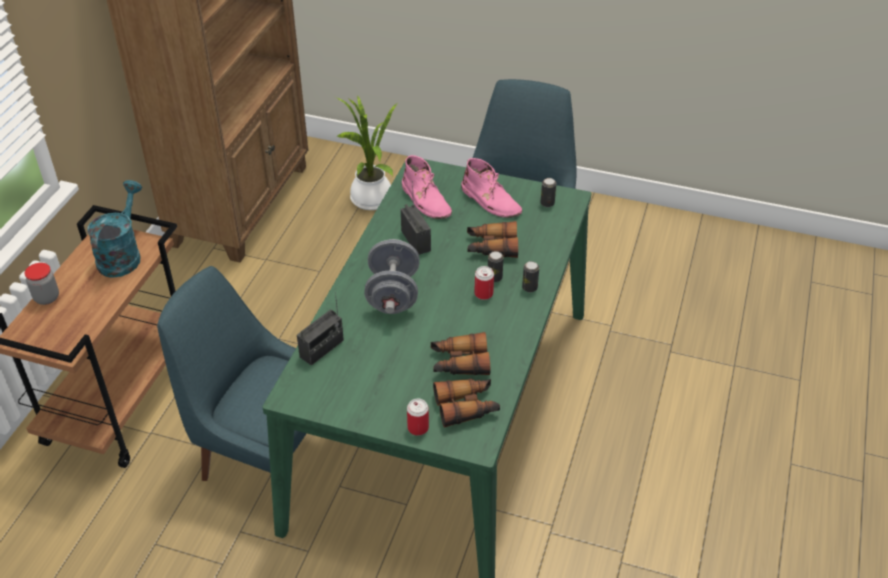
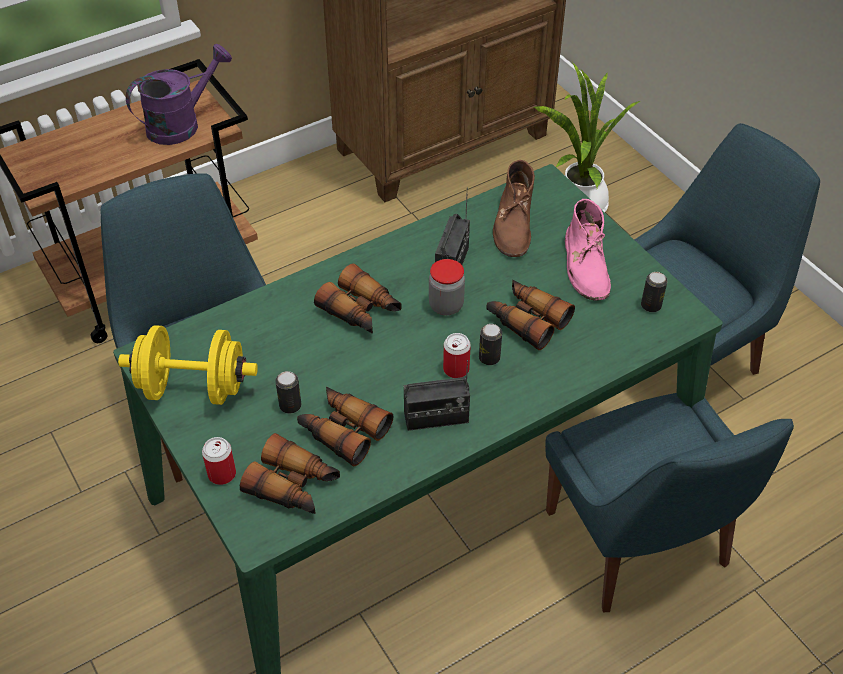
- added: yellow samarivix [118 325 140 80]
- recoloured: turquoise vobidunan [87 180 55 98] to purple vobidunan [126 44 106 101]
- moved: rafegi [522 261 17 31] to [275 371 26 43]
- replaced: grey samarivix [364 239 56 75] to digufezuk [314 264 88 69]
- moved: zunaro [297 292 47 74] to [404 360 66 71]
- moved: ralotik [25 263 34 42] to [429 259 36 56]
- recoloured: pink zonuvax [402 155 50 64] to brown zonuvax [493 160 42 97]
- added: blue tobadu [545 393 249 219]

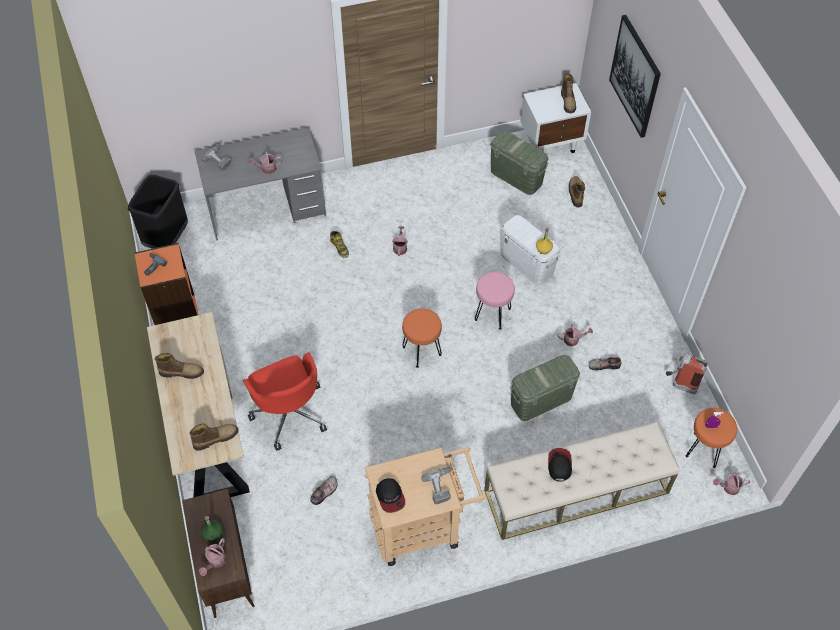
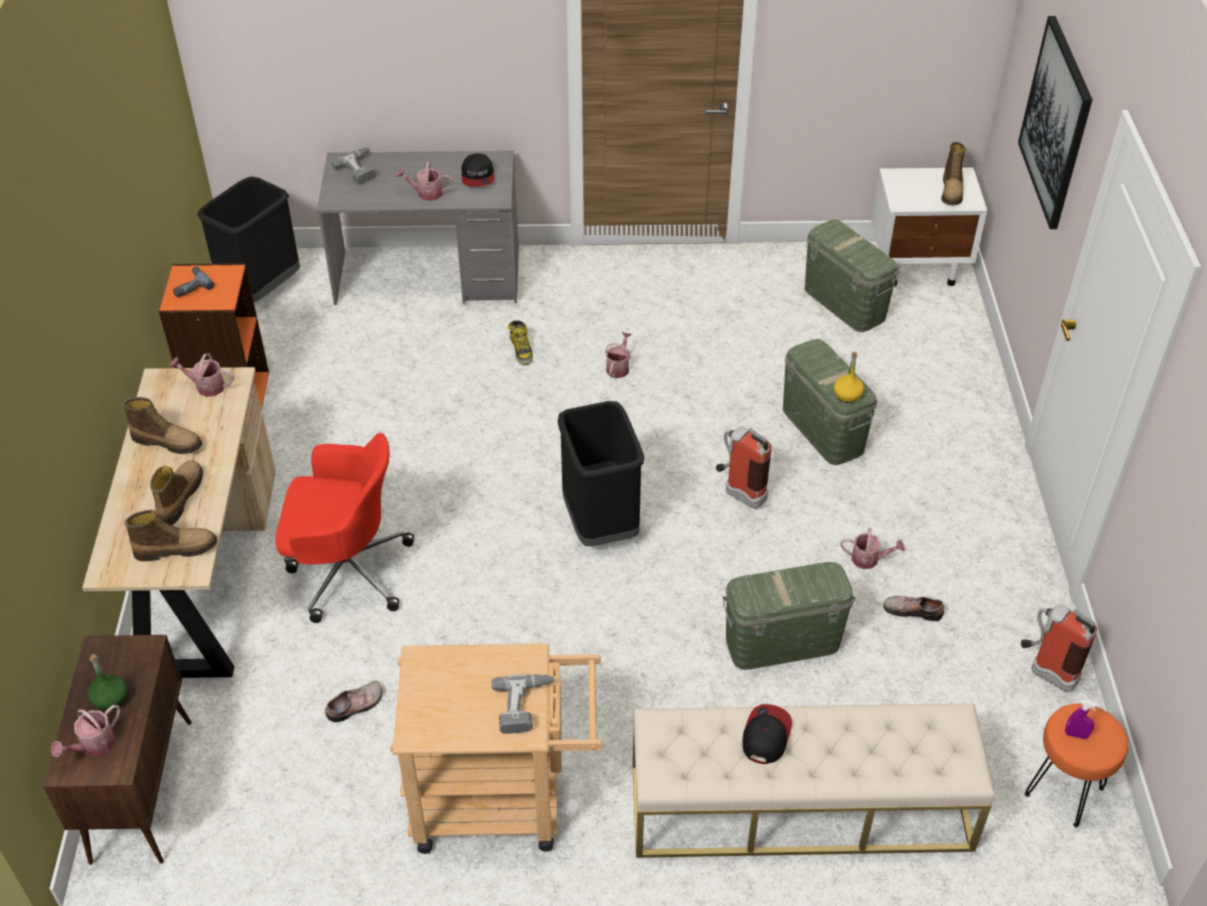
- moved: zonuvax [569 176 16 32] to [150 460 53 65]
- moved: vobidunan [713 472 37 23] to [170 353 64 44]
- turned: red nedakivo [243 352 84 99] = [275 433 139 190] 75 degrees counterclockwise
- moved: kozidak [376 478 29 35] to [461 154 33 32]
- replaced: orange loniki [402 308 40 60] to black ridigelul [558 401 86 146]
- replaced: pink loniki [475 272 40 58] to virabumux [716 426 56 83]
- recoloured: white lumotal [501 215 59 70] to green lumotal [783 339 94 126]

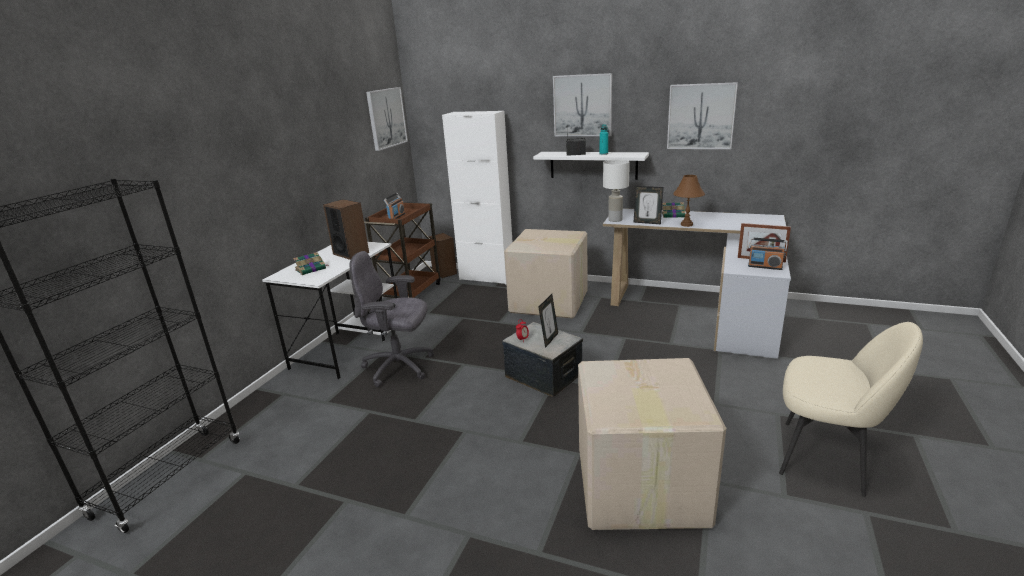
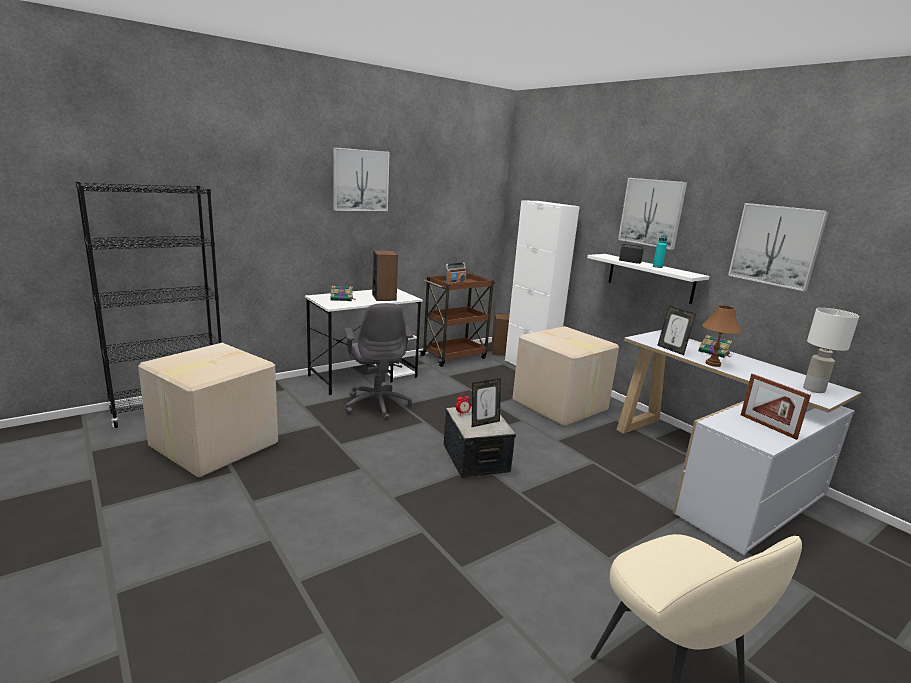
- moved: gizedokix [578 358 148 172] to [138 343 140 135]
- moved: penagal [366 87 42 64] to [333 147 56 64]
- turned: grey nedakivo [349 251 85 136] = [344 303 69 117] 150 degrees counterclockwise
- moved: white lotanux [603 159 27 63] to [803 308 56 85]
- removed: zunaro [748 237 40 33]

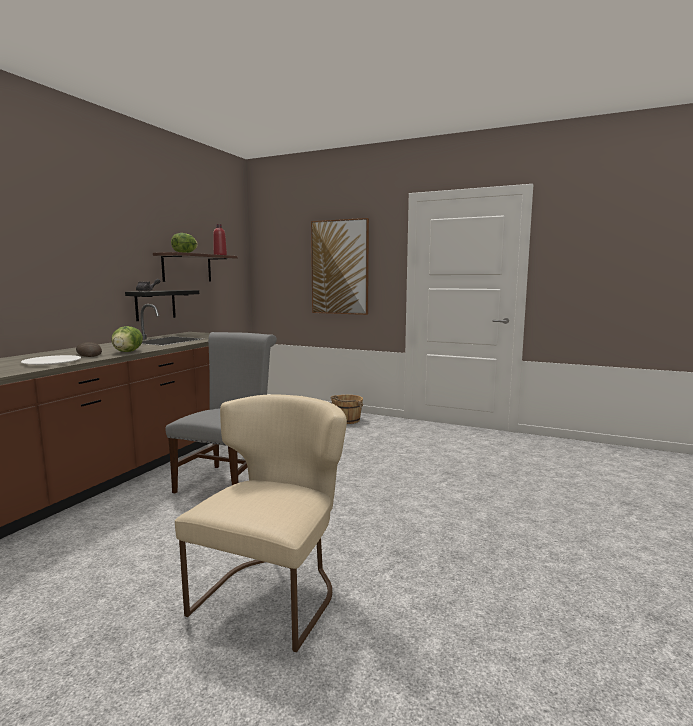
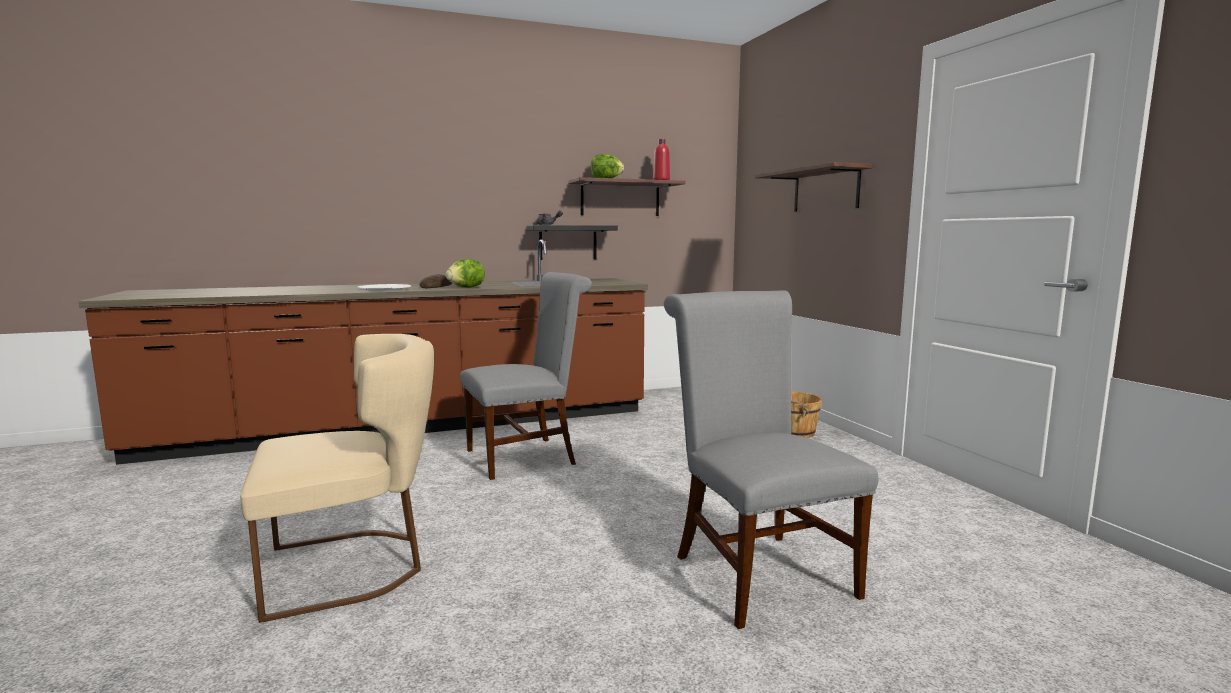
- added: grey tobadu [664 290 214 339]
- replaced: penagal [311 218 58 97] to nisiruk [755 162 118 50]

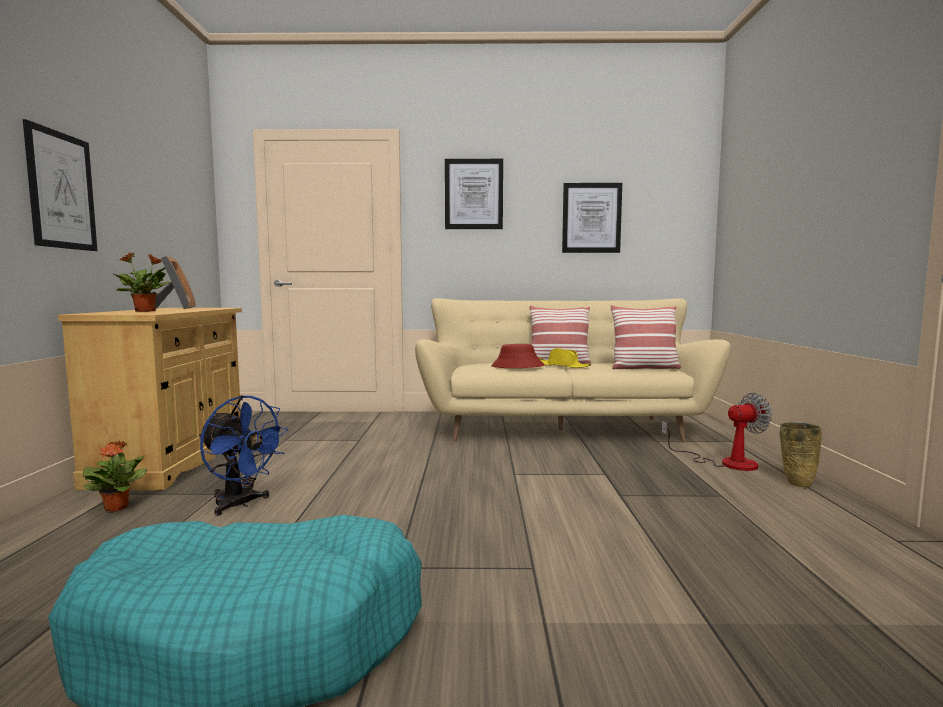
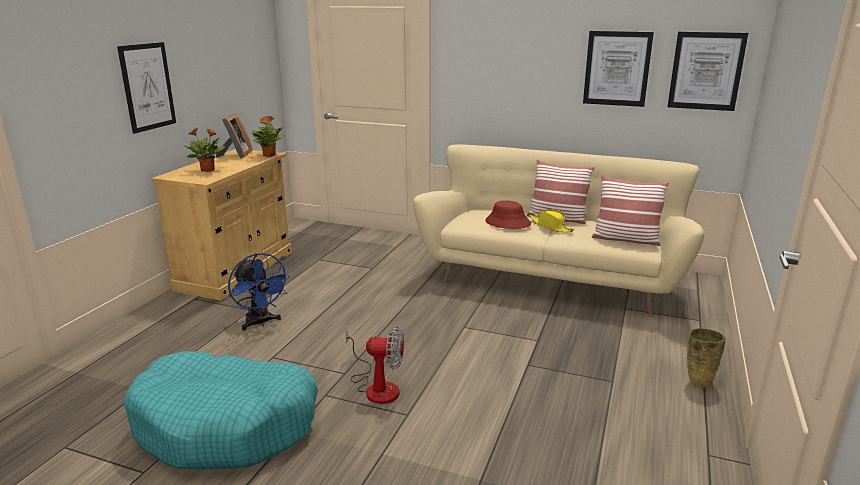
- moved: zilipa [83 440 64 72] to [252 116 32 41]
- moved: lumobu [662 393 110 78] to [345 326 59 78]
- moved: penagal [445 159 58 70] to [668 32 80 79]

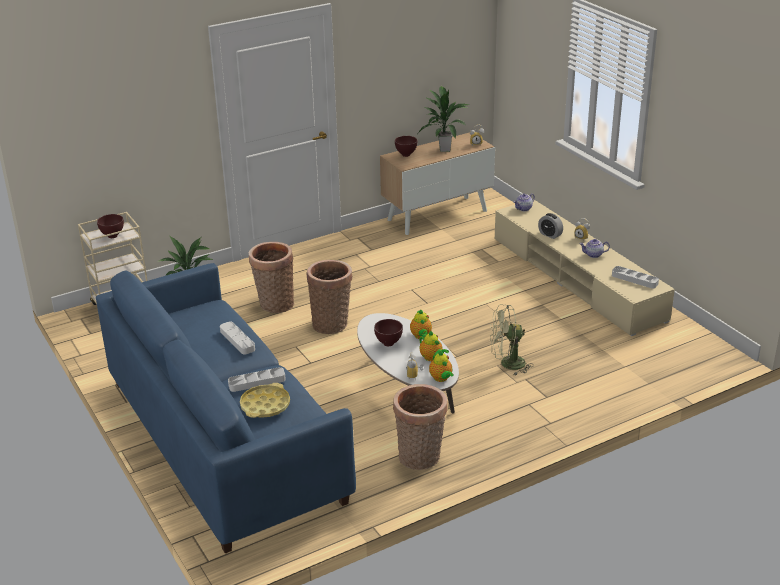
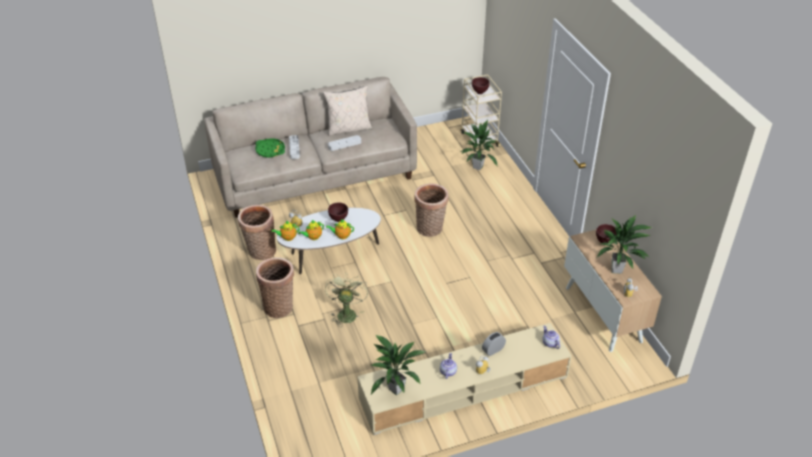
- recoloured: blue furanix [96 263 260 291] to beige furanix [205 77 212 141]
- recoloured: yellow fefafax [240 383 50 35] to green fefafax [255 138 30 20]
- moved: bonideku [249 242 45 71] to [256 257 38 61]
- added: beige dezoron [323 86 49 50]
- replaced: grey fefafax [612 266 47 23] to zilipa [371 334 55 61]

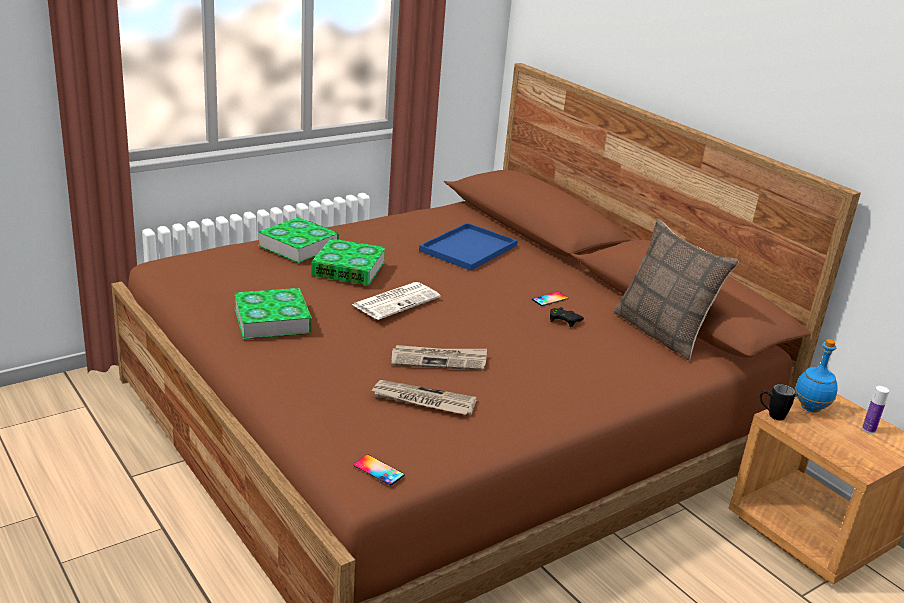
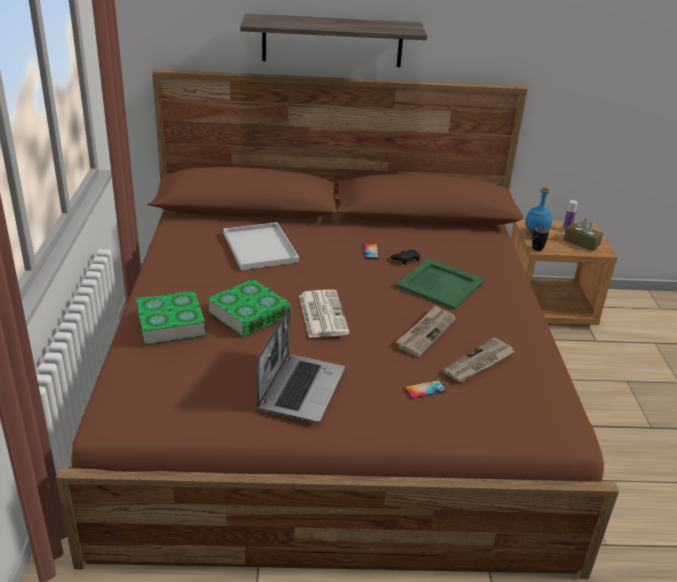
- recoloured: blue fefafax [419 223 99 48] to white fefafax [223 222 76 48]
- added: nisiruk [240 14 187 53]
- replaced: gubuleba [234 288 78 51] to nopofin [257 307 88 115]
- added: green fefafax [395 258 90 52]
- moved: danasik [353 454 52 31] to [405 380 41 18]
- added: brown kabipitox [564 219 39 32]
- removed: dezoron [614 219 125 142]

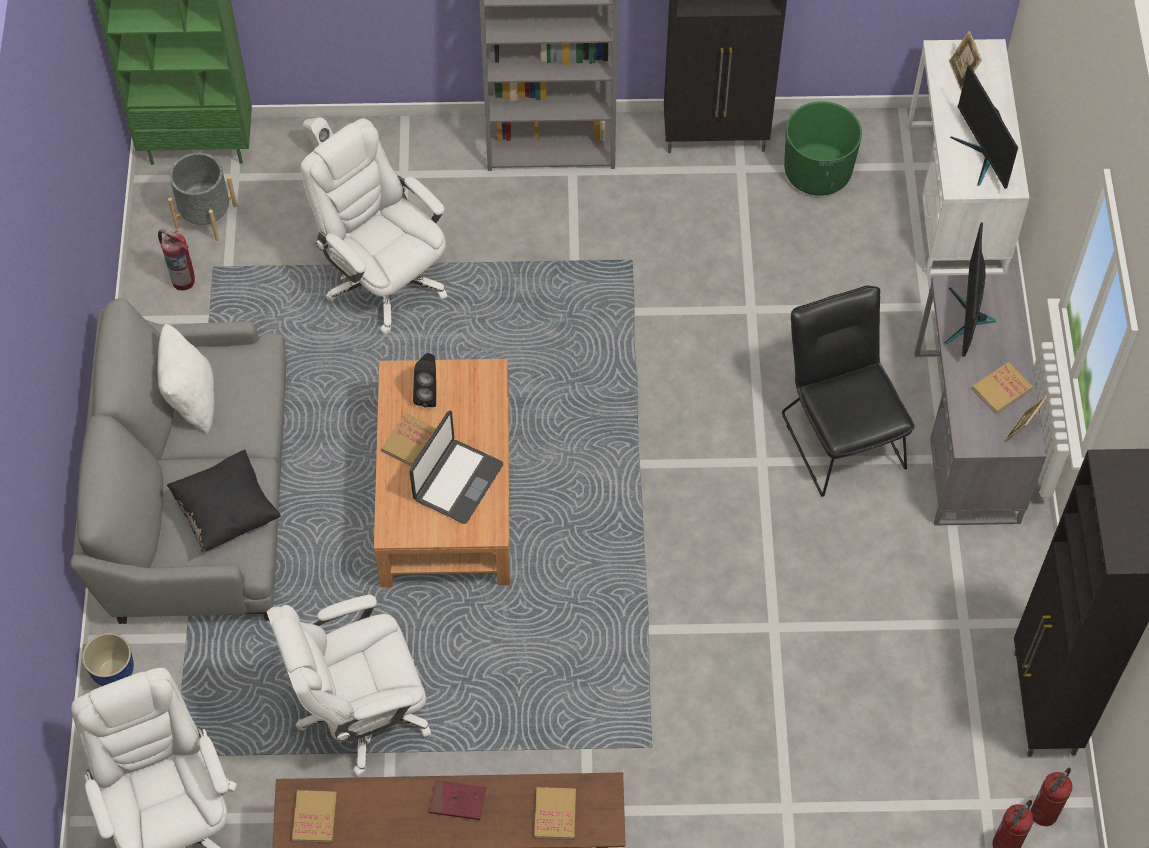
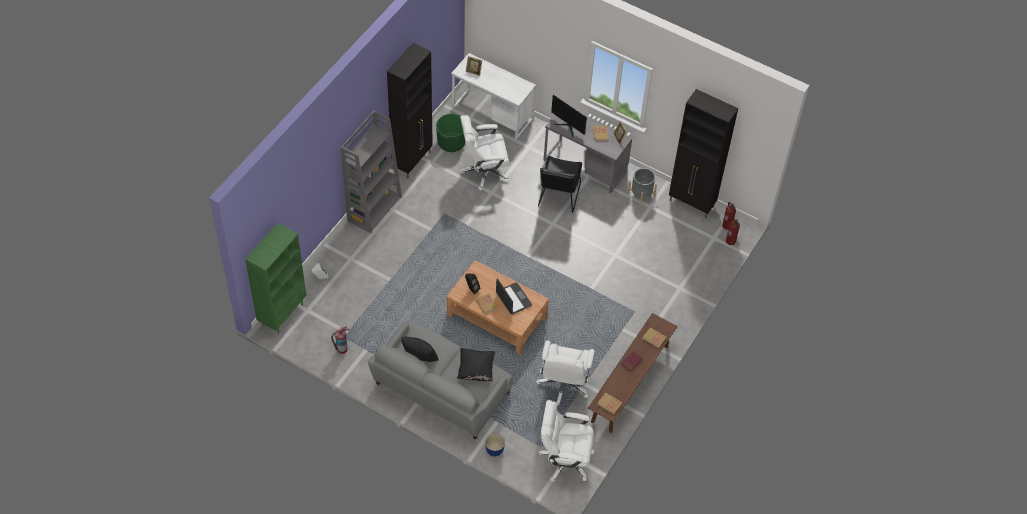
- recoloured: white dezoron [157 324 58 110] to black dezoron [401 337 38 25]
- moved: white nedakivo [301 118 146 217] to [460 115 49 75]
- turned: black tobadu [782 285 132 212] = [538 156 44 57] 90 degrees counterclockwise
- moved: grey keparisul [168 152 69 89] to [628 168 29 38]
- removed: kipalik [950 65 68 124]

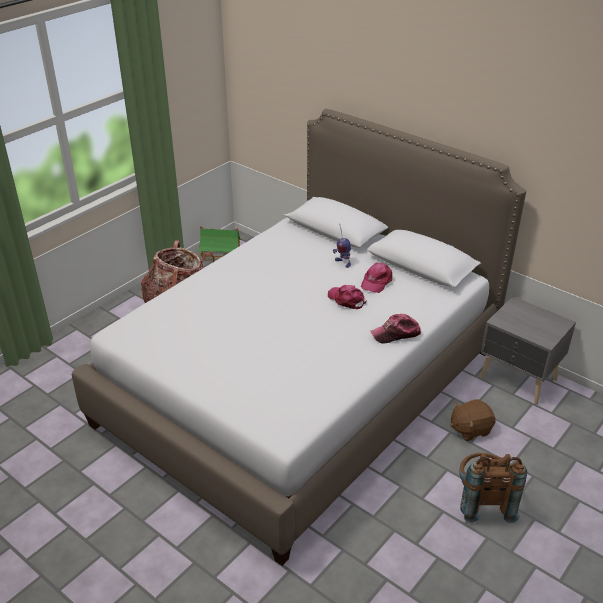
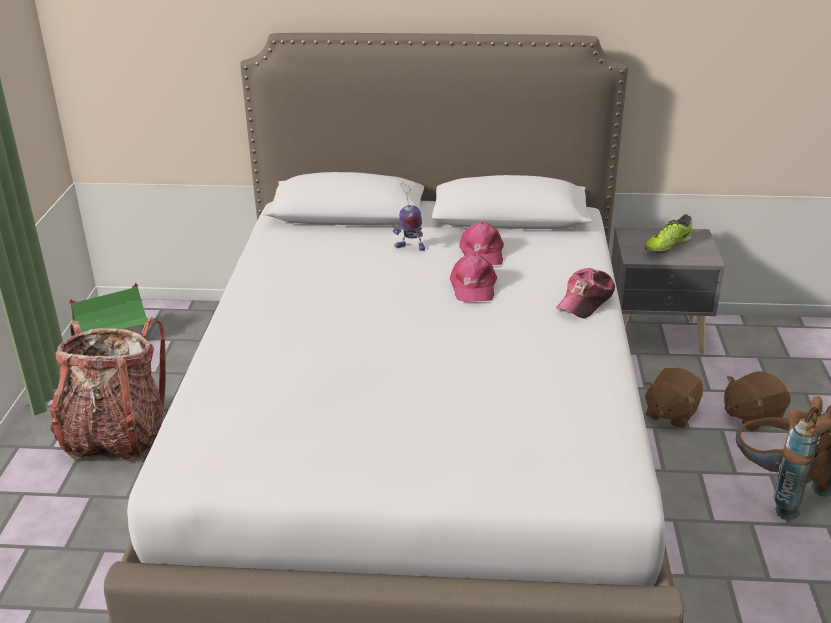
- turned: pink kozidak [328 285 39 24] = [450 254 47 48] 105 degrees counterclockwise
- added: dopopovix [645 214 47 39]
- added: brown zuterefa [724 371 67 61]

